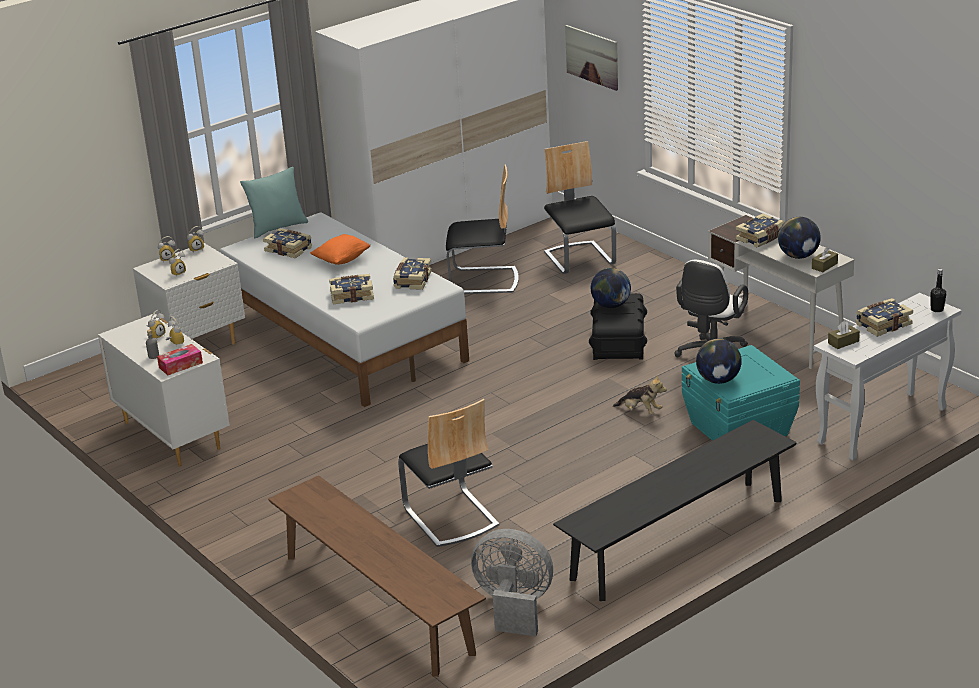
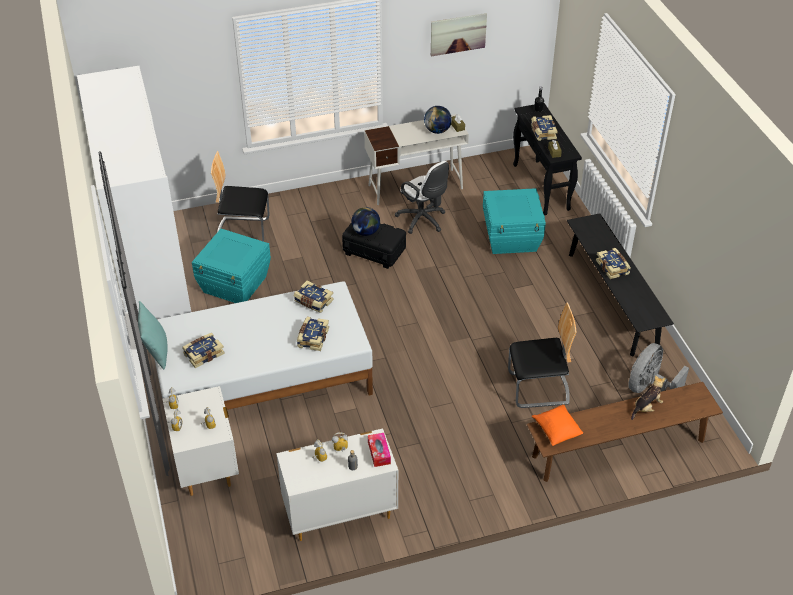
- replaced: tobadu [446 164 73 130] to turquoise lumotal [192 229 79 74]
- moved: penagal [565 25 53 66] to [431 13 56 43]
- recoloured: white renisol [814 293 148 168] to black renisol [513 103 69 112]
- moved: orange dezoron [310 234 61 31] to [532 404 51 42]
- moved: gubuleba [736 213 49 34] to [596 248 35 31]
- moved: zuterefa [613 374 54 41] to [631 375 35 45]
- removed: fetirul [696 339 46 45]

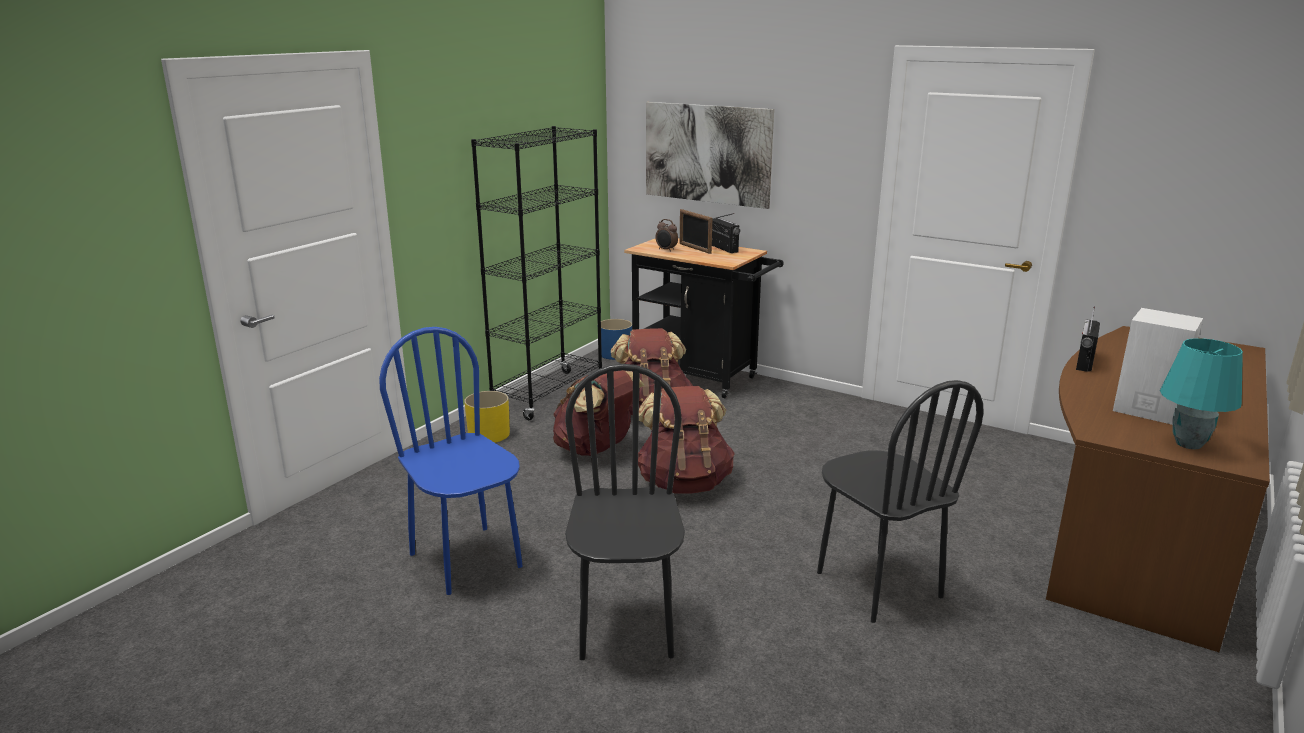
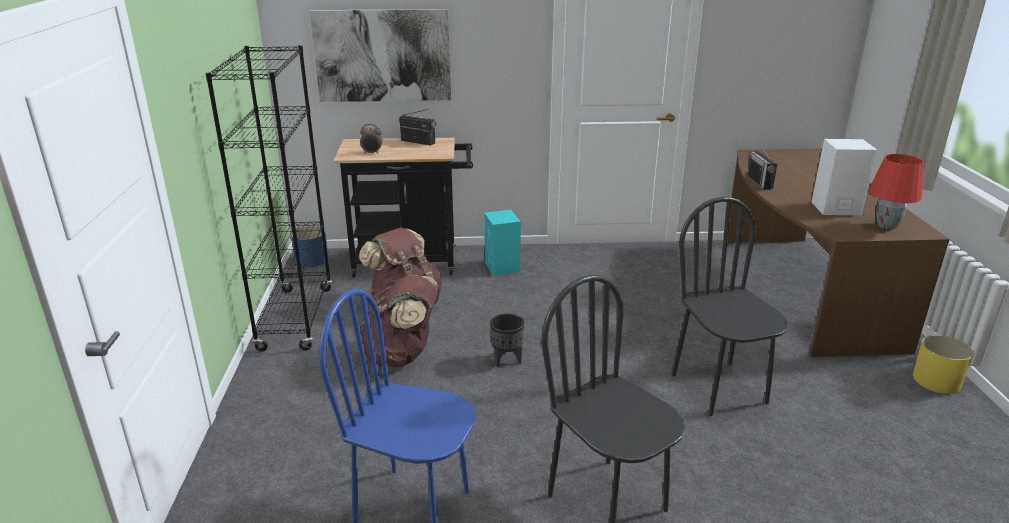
- added: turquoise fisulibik [484 210 37 66]
- replaced: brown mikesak [638 386 97 108] to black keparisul [490 313 34 54]
- turned: black tobadu [817 380 167 243] = [672 197 116 219] 135 degrees counterclockwise
- recoloured: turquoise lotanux [1160 338 83 111] to red lotanux [869 154 55 76]
- moved: yellow keparisul [464 391 46 52] to [913 335 61 59]
- removed: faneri [680 209 32 45]

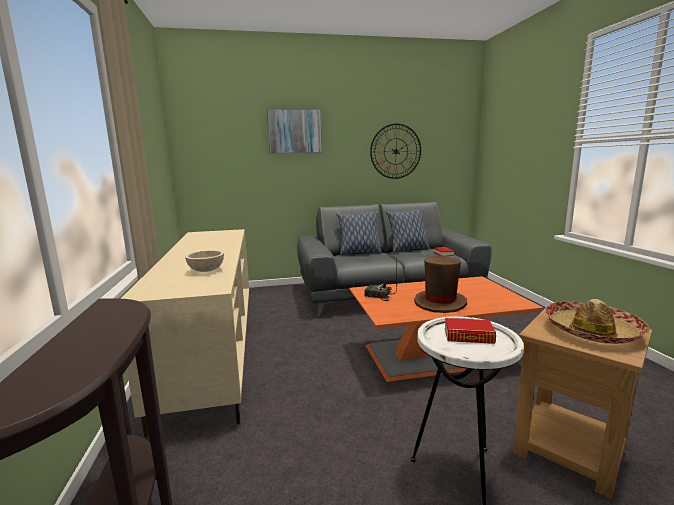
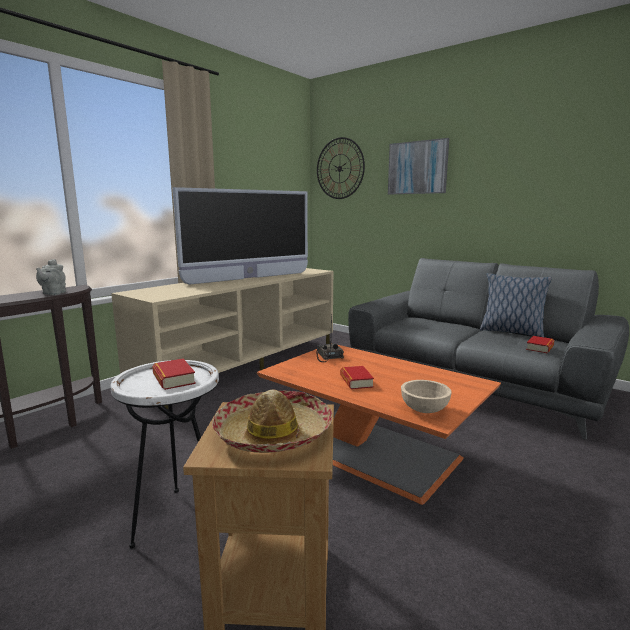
- added: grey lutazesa [36 259 30 36]
- added: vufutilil [173 187 135 98]
- moved: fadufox [370 123 51 56] to [317 137 48 62]
- replaced: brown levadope [414 256 53 57] to gubuleba [340 366 34 23]
- moved: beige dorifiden [185 250 39 22] to [401 380 51 33]
- removed: dezoron [336 211 46 44]

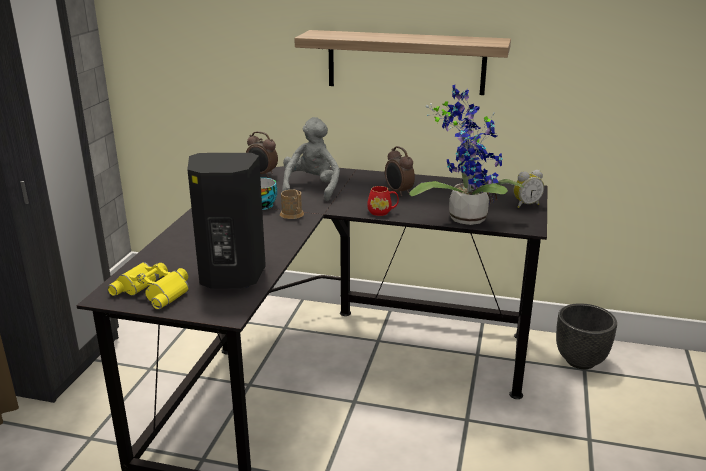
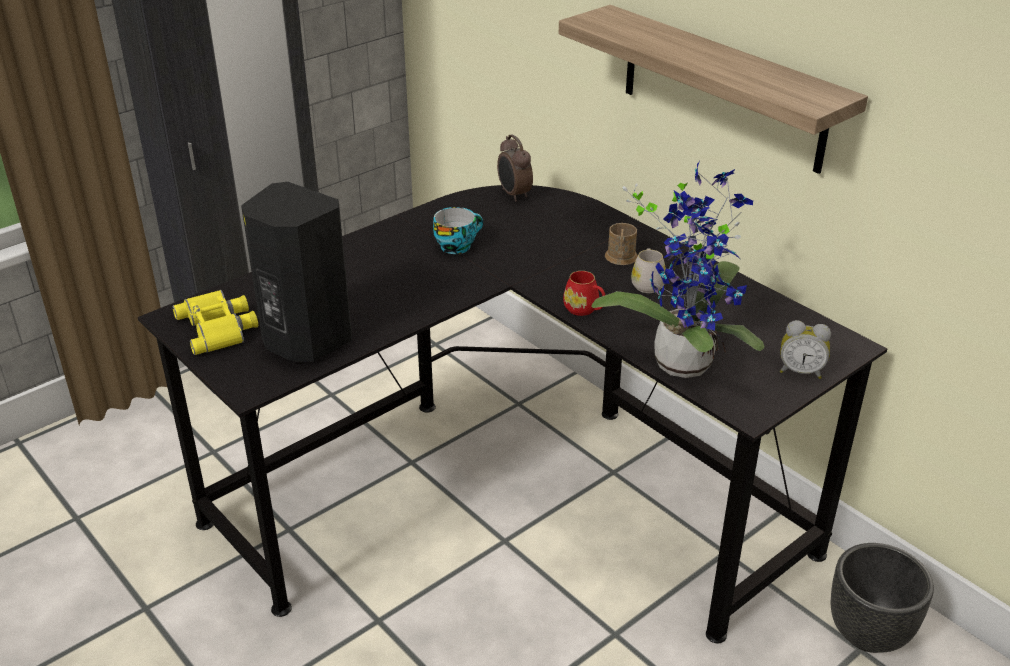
- moved: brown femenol [280 190 24 29] to [605 223 33 42]
- replaced: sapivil [385 146 30 50] to white femenol [631 248 35 45]
- removed: grey zuterefa [282 117 58 84]

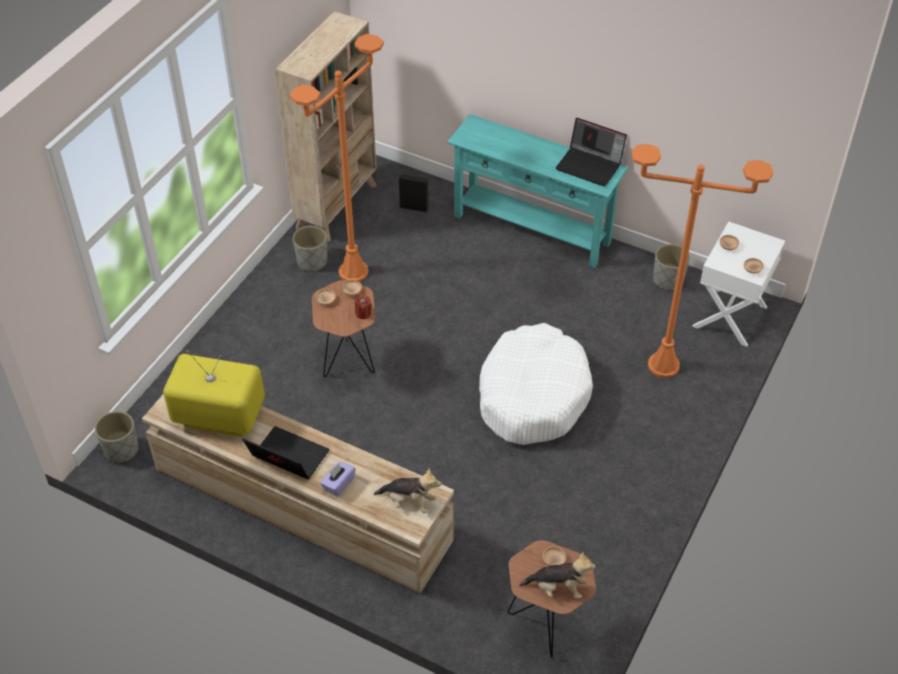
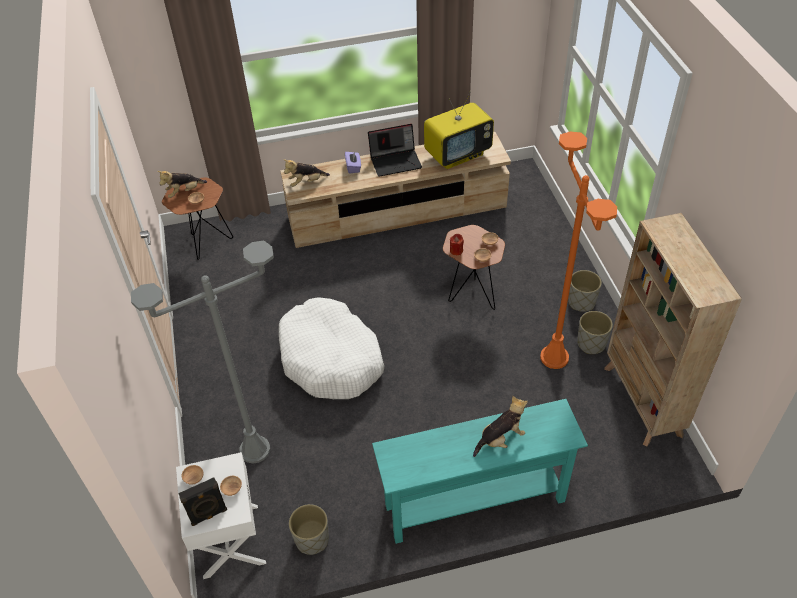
- recoloured: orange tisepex [631 144 143 234] to grey tisepex [131 241 143 223]
- moved: black fisulibik [399 173 30 39] to [178 477 49 49]
- added: zuterefa [473 396 55 61]
- moved: grey keparisul [95 411 43 52] to [568 270 34 42]
- removed: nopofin [555 118 72 68]

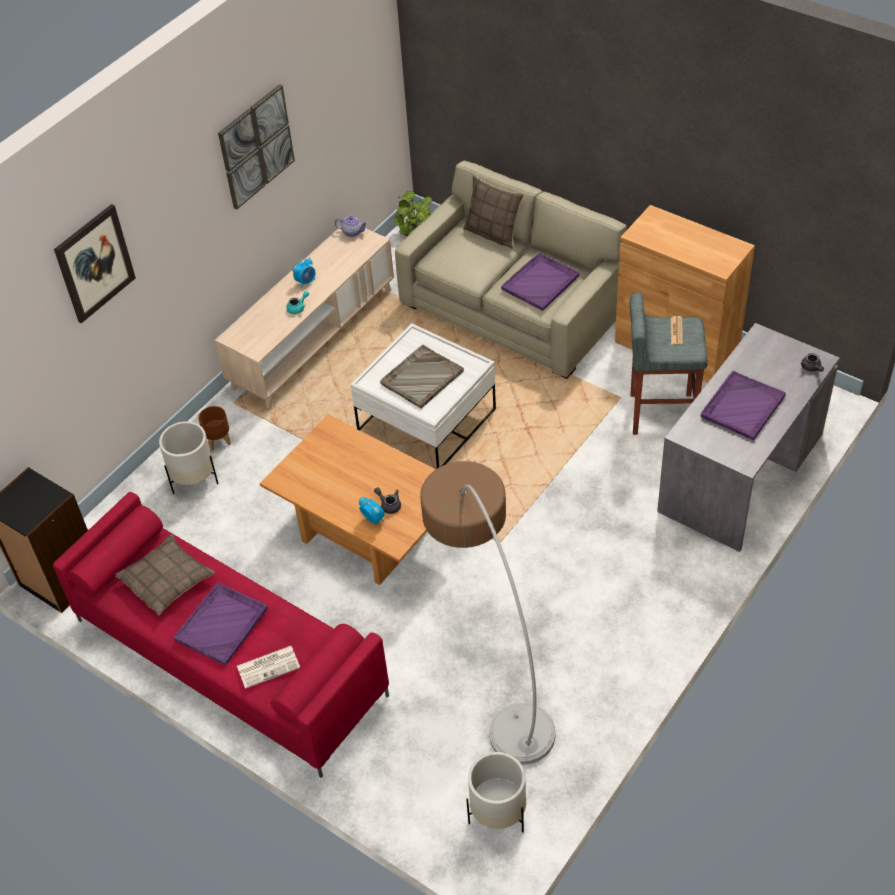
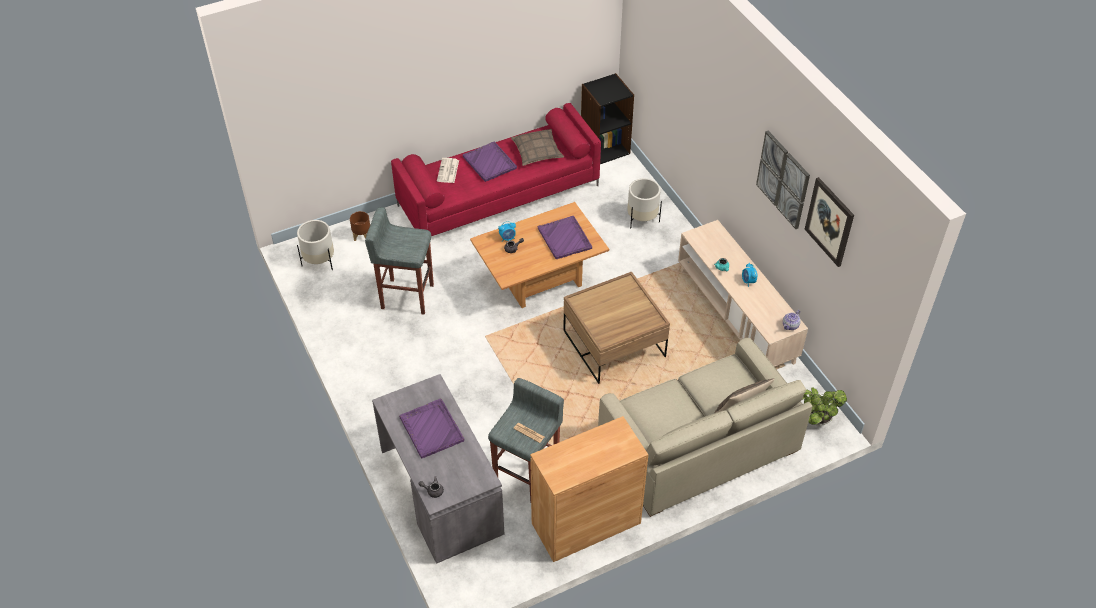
- moved: brown keparisul [198 406 33 45] to [350 211 20 30]
- replaced: tisepex [420 461 135 304] to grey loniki [365 207 69 108]
- moved: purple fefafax [501 253 79 58] to [538 216 54 43]
- recoloured: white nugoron [350 323 146 145] to brown nugoron [563 272 107 112]
- moved: penagal [54 204 82 119] to [805 177 49 90]
- removed: grey fefafax [380 345 84 64]

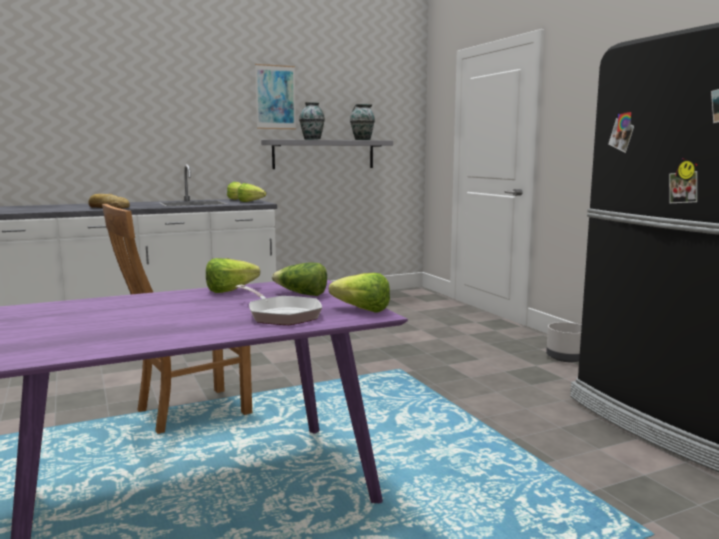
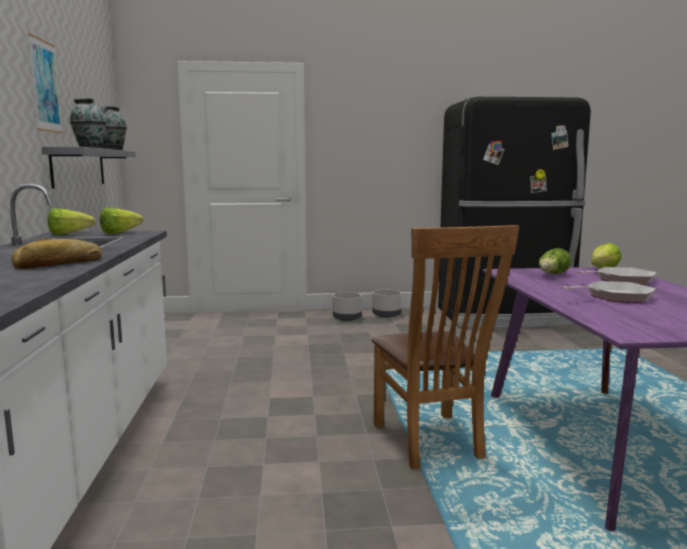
- added: grey keparisul [333 292 29 29]
- added: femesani [561 281 95 22]
- removed: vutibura [206 258 54 35]

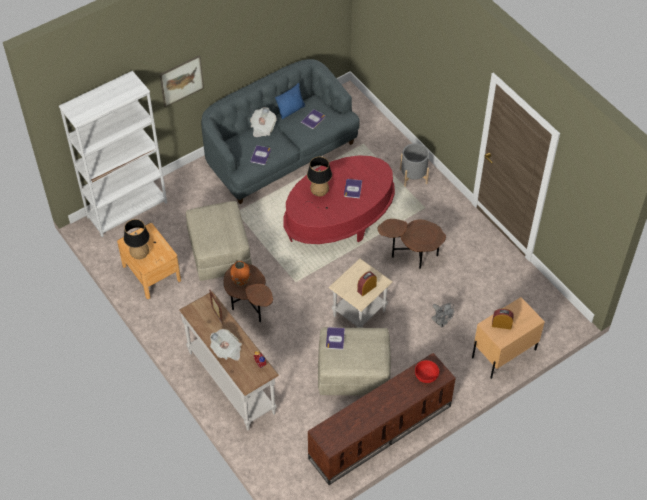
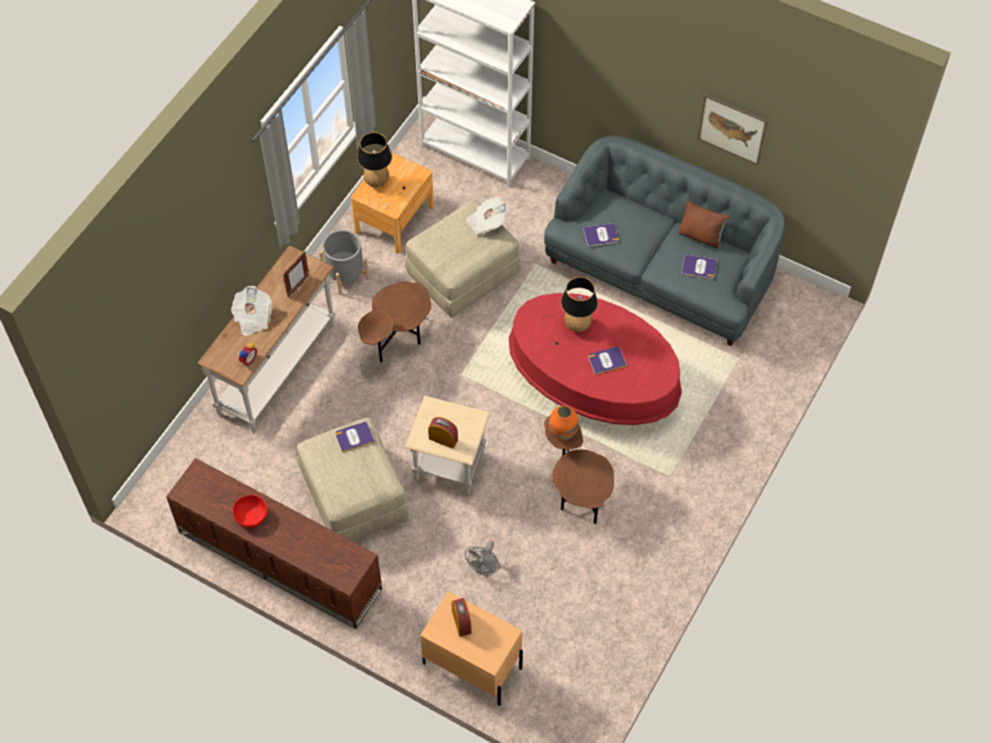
- moved: red dorifiden [415 360 24 23] to [233 495 34 33]
- moved: grey keparisul [400 143 29 44] to [319 230 50 65]
- moved: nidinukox [250 107 27 30] to [466 197 42 38]
- moved: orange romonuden [230 261 21 25] to [549 405 30 35]
- recoloured: blue dezoron [275 83 30 36] to brown dezoron [678 201 52 48]
- moved: penagal [160 55 44 52] to [698 94 70 71]

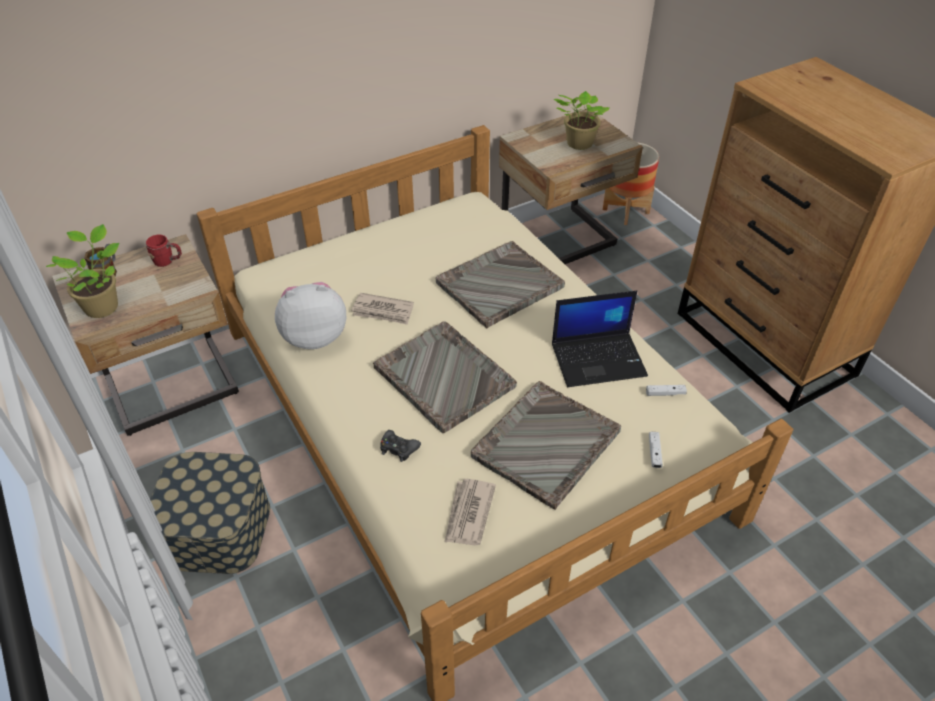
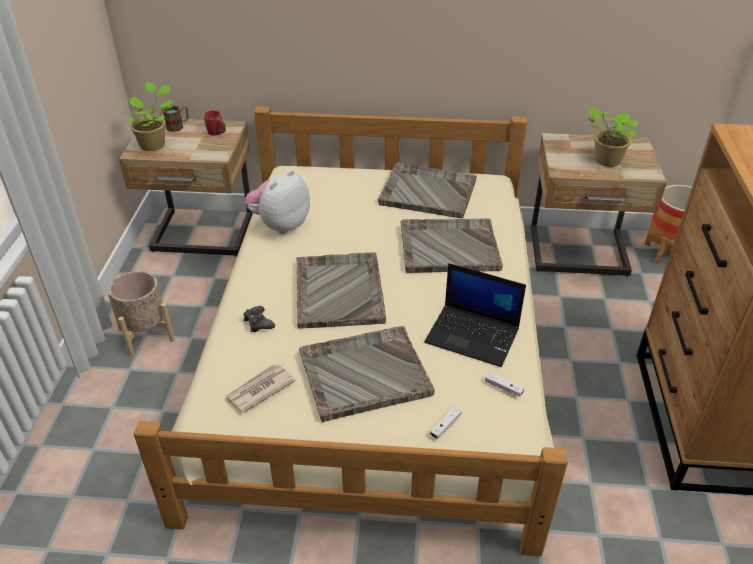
- replaced: lumotal [150 452 120 122] to beige keparisul [108 271 67 85]
- turned: zuterefa [275 282 71 67] = [244 170 66 64] 75 degrees counterclockwise
- added: grey fefafax [378 163 99 55]
- removed: nidinukox [351 293 63 32]

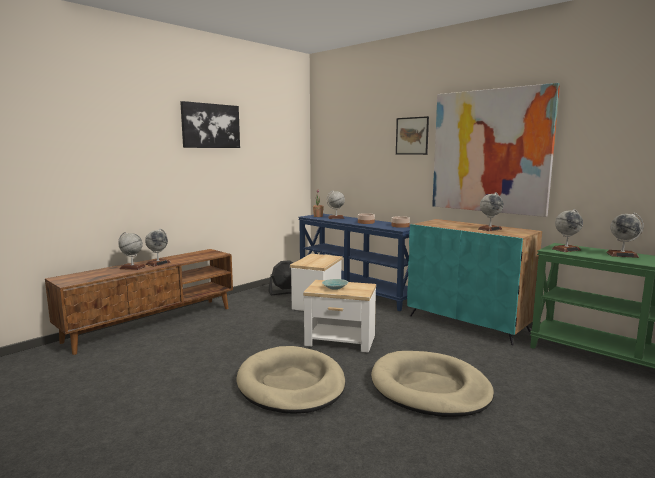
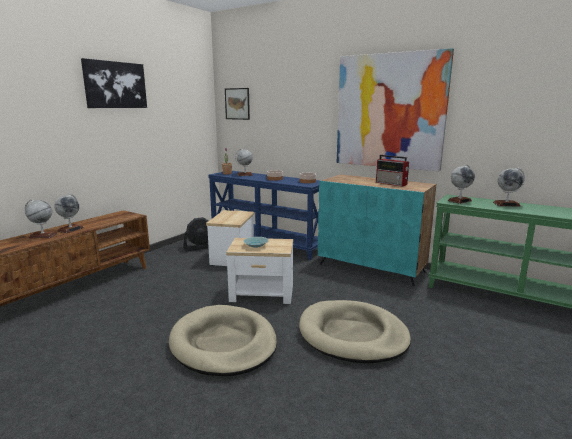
- moved: penagal [396 116 33 39] to [225 88 25 32]
- replaced: fetirul [478 192 26 39] to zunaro [376 155 33 32]

